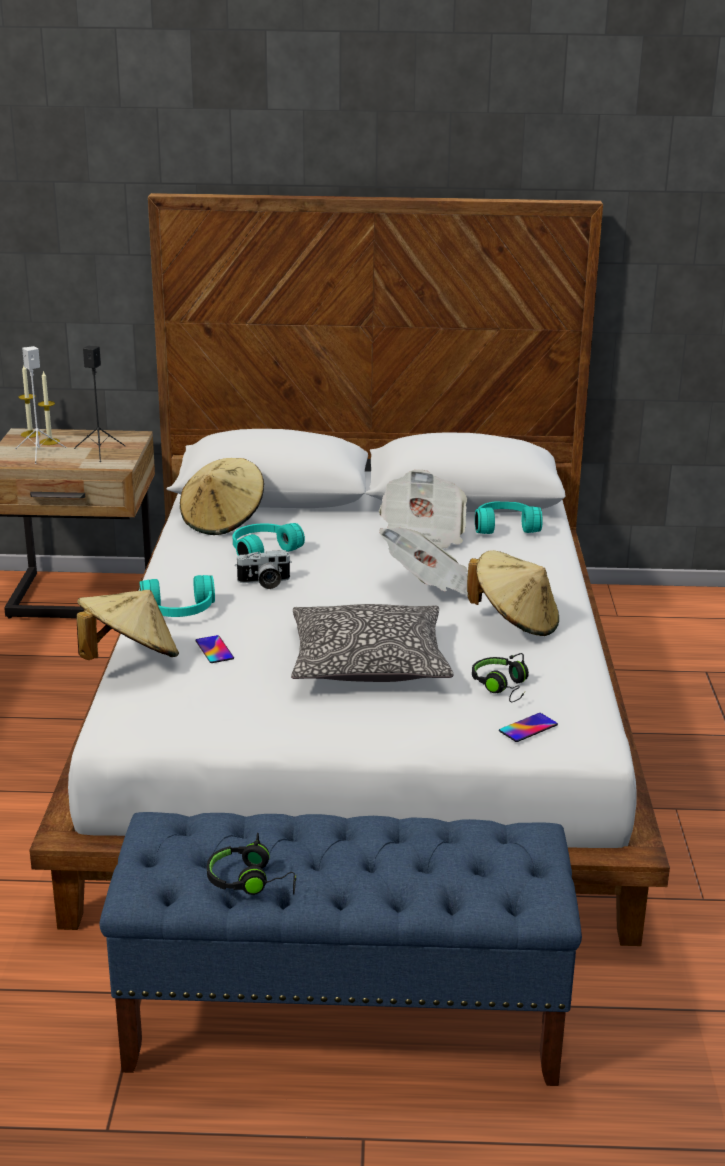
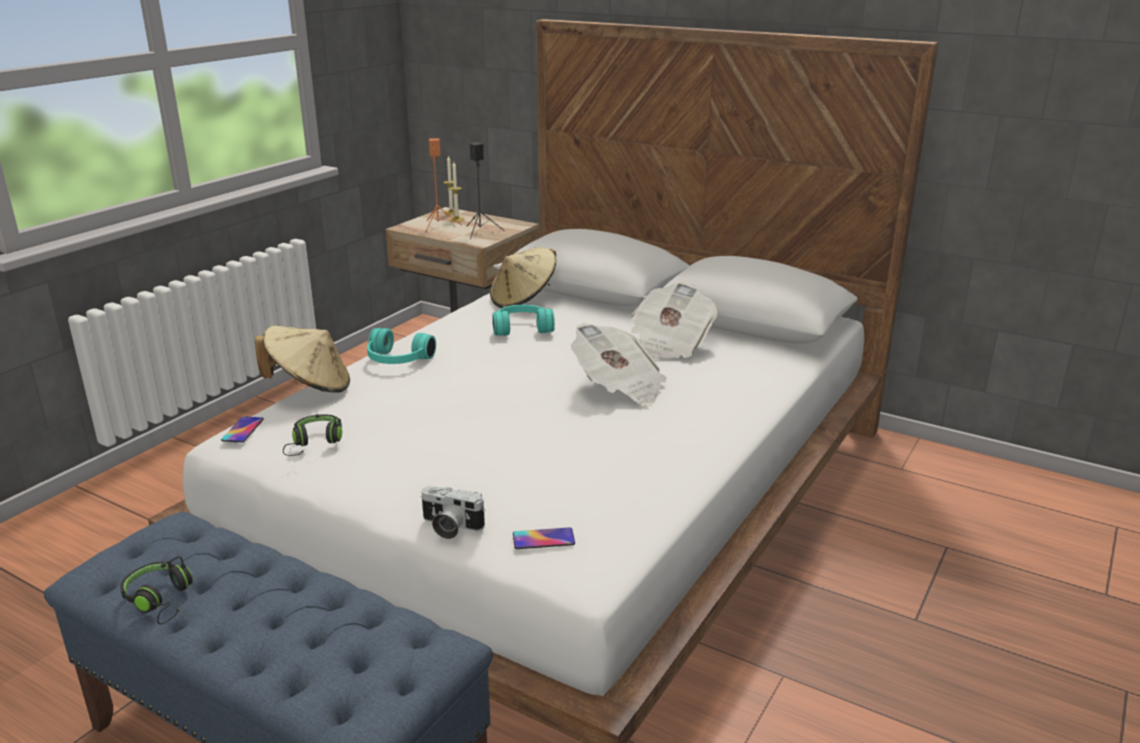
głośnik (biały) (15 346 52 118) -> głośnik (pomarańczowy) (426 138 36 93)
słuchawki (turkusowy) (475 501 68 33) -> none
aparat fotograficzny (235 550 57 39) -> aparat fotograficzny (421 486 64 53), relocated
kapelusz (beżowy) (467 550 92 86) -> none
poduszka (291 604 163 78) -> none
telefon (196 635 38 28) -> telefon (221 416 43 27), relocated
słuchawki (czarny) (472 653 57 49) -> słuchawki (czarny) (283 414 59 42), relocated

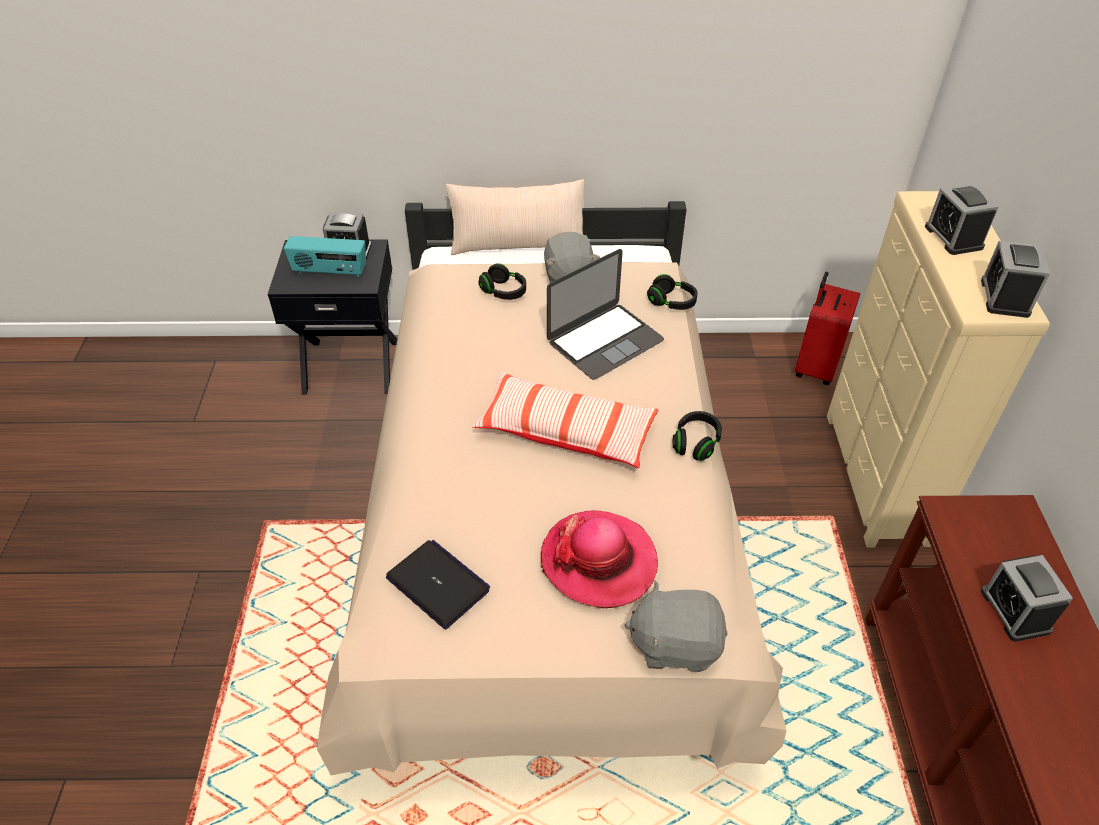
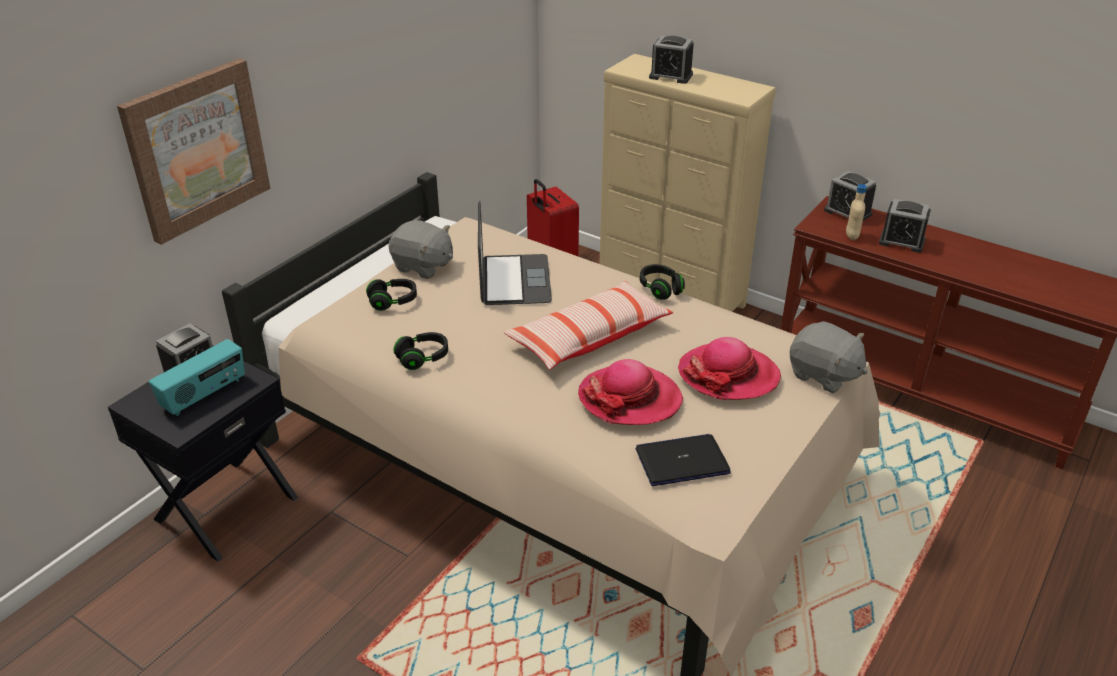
poduszka (beżowy) (446 179 138 76) -> none
budzik (981 241 69 77) -> budzik (824 171 52 50), relocated
słuchawki (czarny) (647 274 51 36) -> słuchawki (czarny) (393 332 55 38), relocated
pluszak (szary) (625 580 103 92) -> pluszak (szary) (790 321 78 72), 90 degrees counterclockwise
none -> obraz (117 59 153 186)
none -> butelka (beżowy) (846 184 21 56)
none -> kapelusz (578 359 105 66)

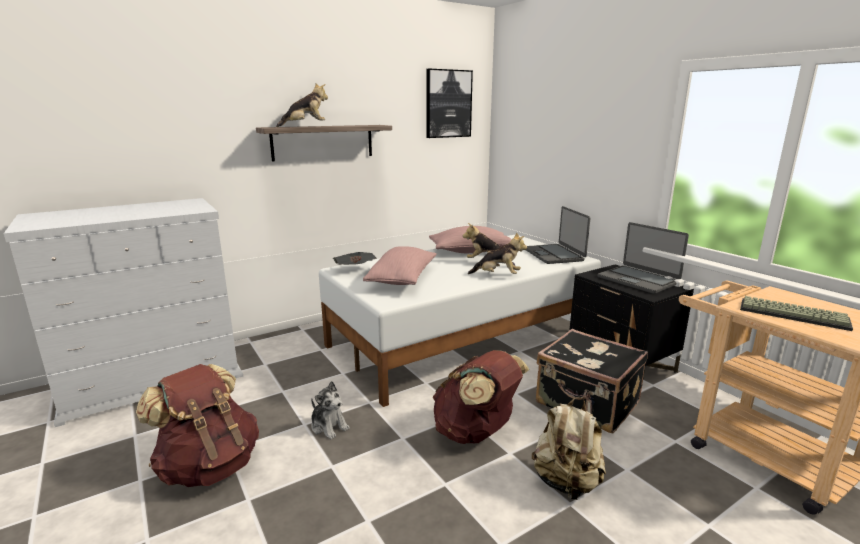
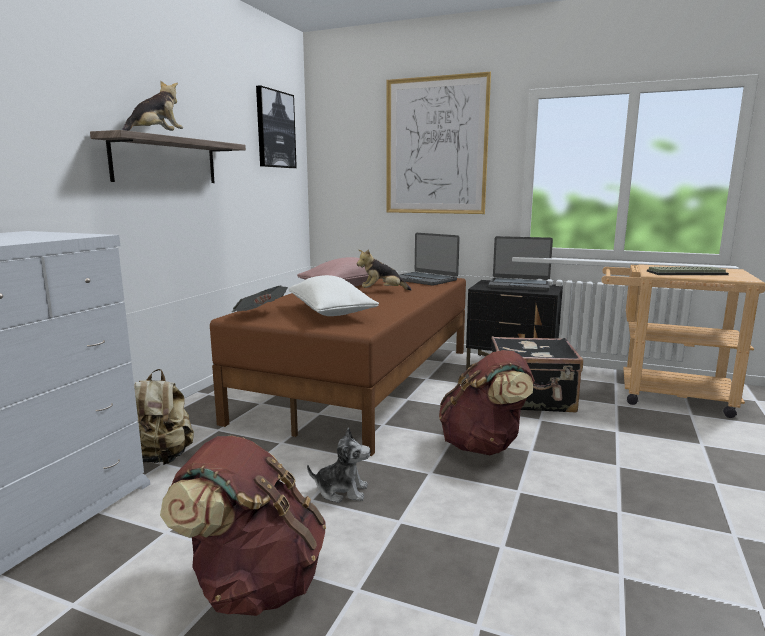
pluszak (468 232 59 42) -> none
łóżko (biały) (319 235 282 172) -> łóżko (brązowy) (210 274 256 182)
poduszka (różowy) (363 246 74 39) -> poduszka (biały) (288 275 91 41)
plecak (beżowy) (532 397 74 103) -> plecak (beżowy) (134 369 60 96), relocated
none -> obraz (386 72 105 142)

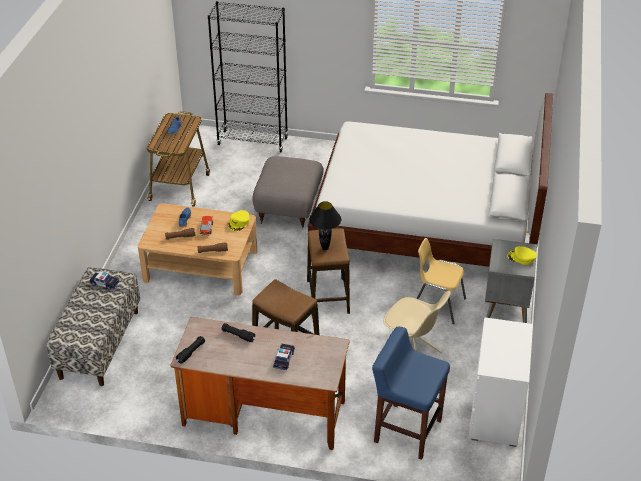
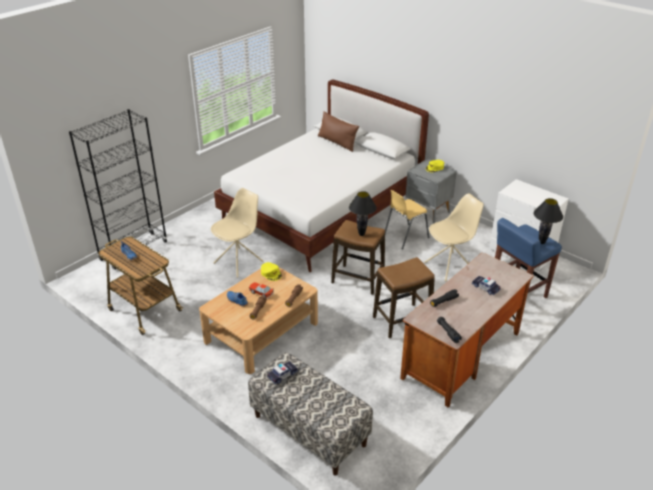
pufa (szary) (253 156 71 73) -> krzesło (beżowy) (211 188 52 90)
none -> poduszka (brązowy) (318 111 41 41)
none -> lampa stołowa (czarny) (534 198 29 46)

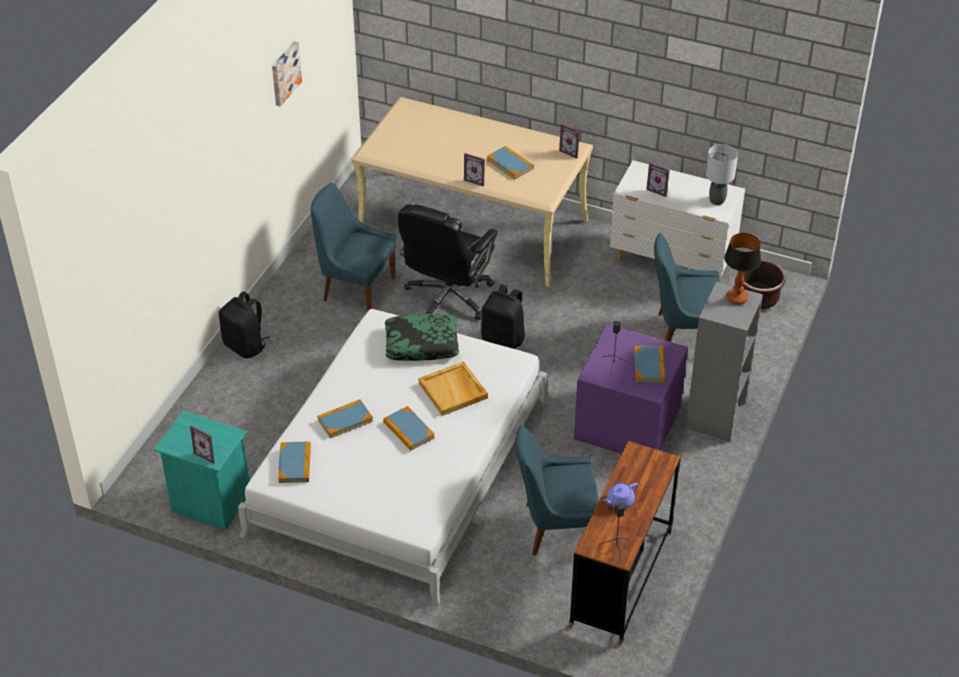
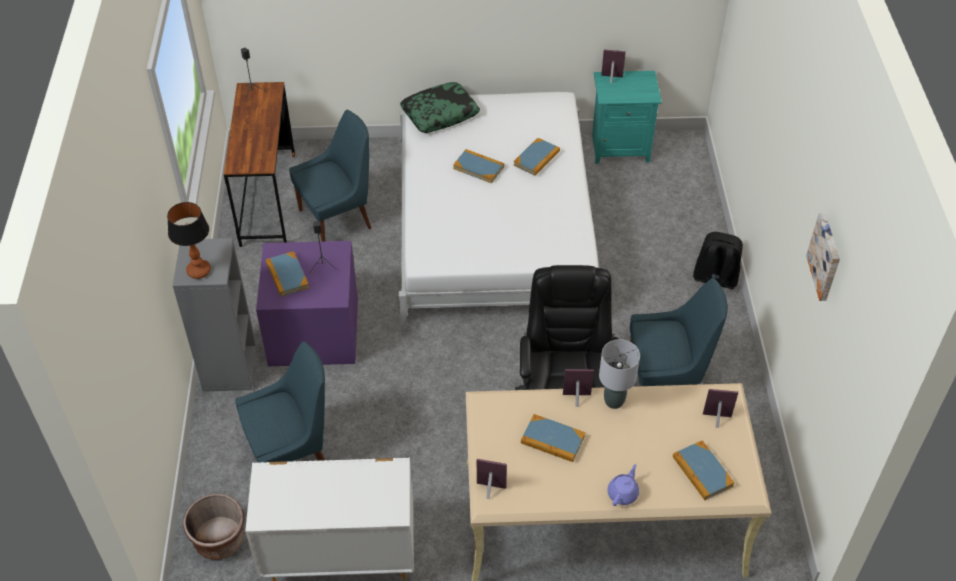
lampa stołowa (szary) (706 144 32 61) -> lampa stołowa (szary) (599 339 41 70), relocated
ramka na zdjęcie (646 163 24 34) -> ramka na zdjęcie (703 389 35 39), relocated
plecak (czarny) (481 284 44 65) -> none
poduszka (385 314 74 47) -> poduszka (400 82 80 51), relocated
taca (beżowy) (419 361 69 55) -> none
książka (278 441 33 42) -> książka (673 440 62 60), relocated
imbryk (fioletowy) (602 482 36 27) -> imbryk (fioletowy) (608 464 31 42), relocated

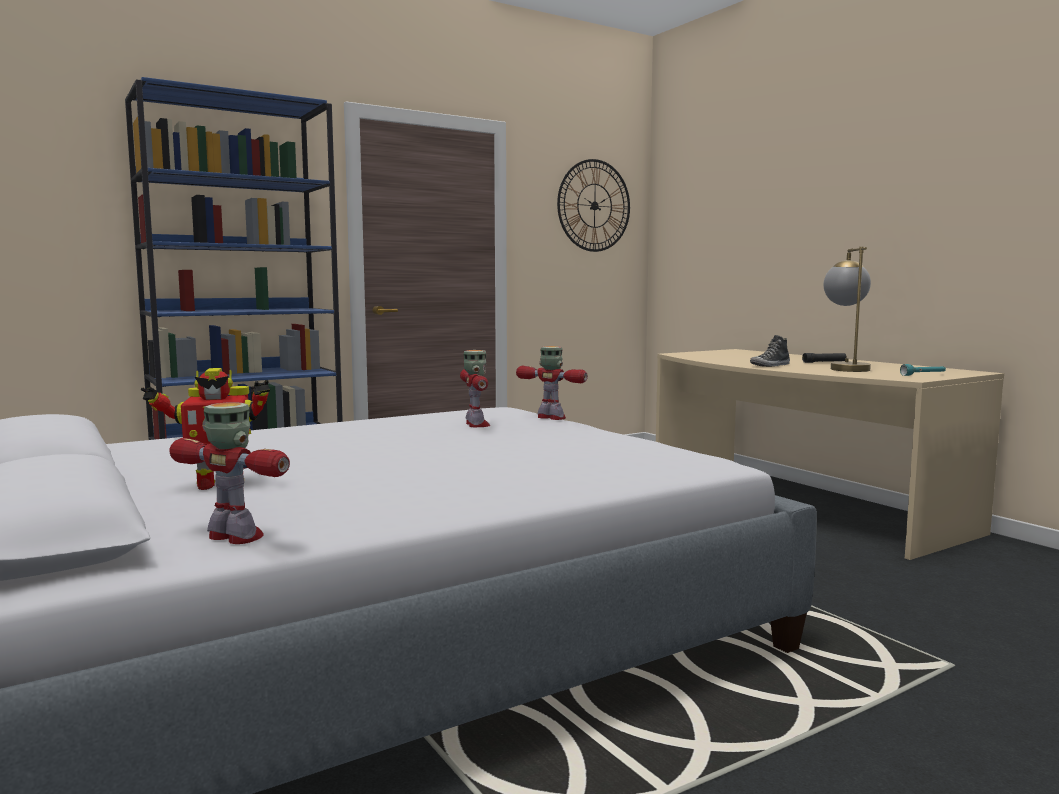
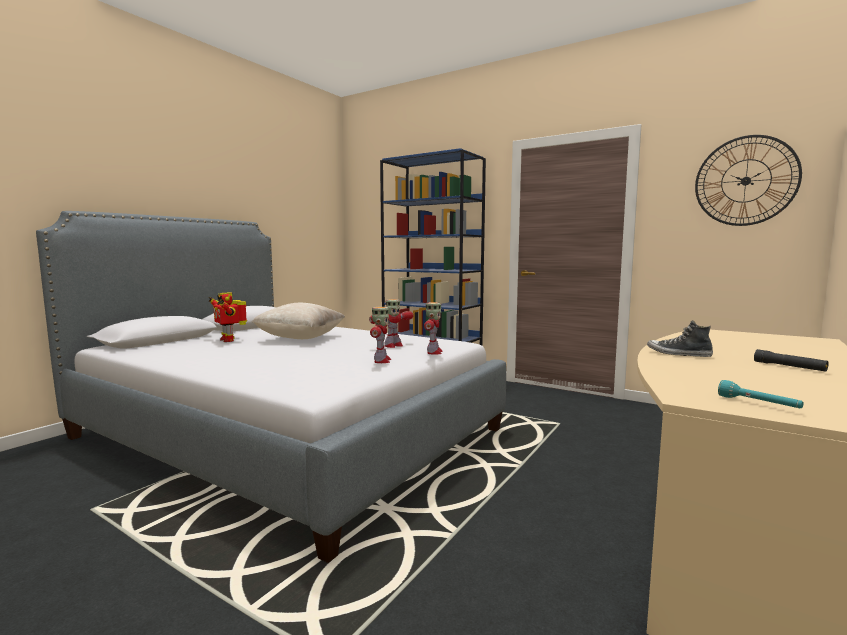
lampa stołowa (824 247 47 125) -> none
robot zabawkowy (169 402 121 142) -> robot zabawkowy (370 307 21 56), relocated
none -> poduszka (beżowy) (251 303 94 36)

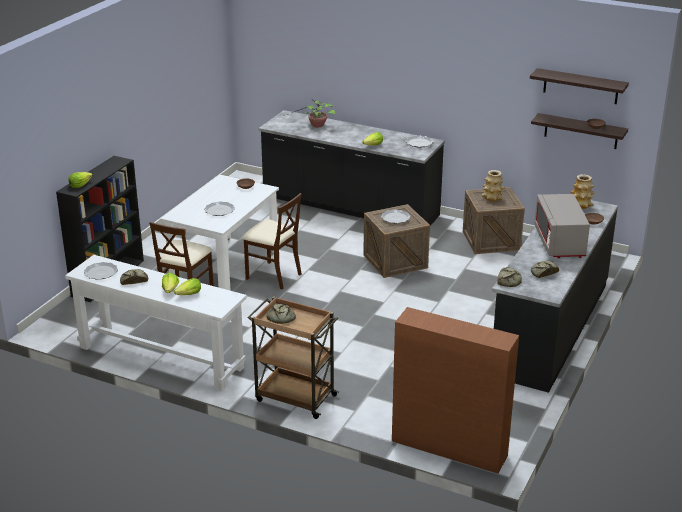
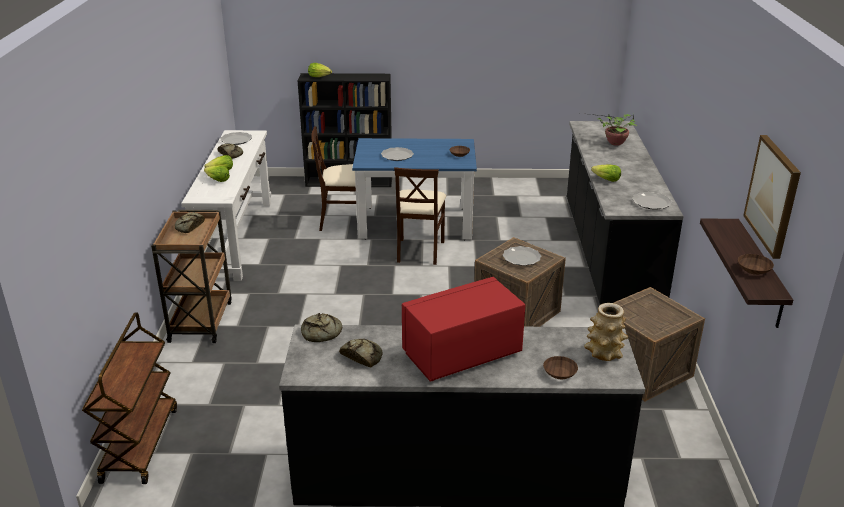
półka (530 68 99 36) -> obraz (743 135 58 124)
wazon (481 170 24 32) -> none
stół jadalny (biały) (161 175 118 116) -> stół jadalny (niebieski) (352 138 125 102)
mikrofalówka (szary) (534 194 56 64) -> mikrofalówka (czerwony) (402 277 123 105)
regał (brązowy) (392 307 127 167) -> wózek (brązowy) (82 312 95 172)

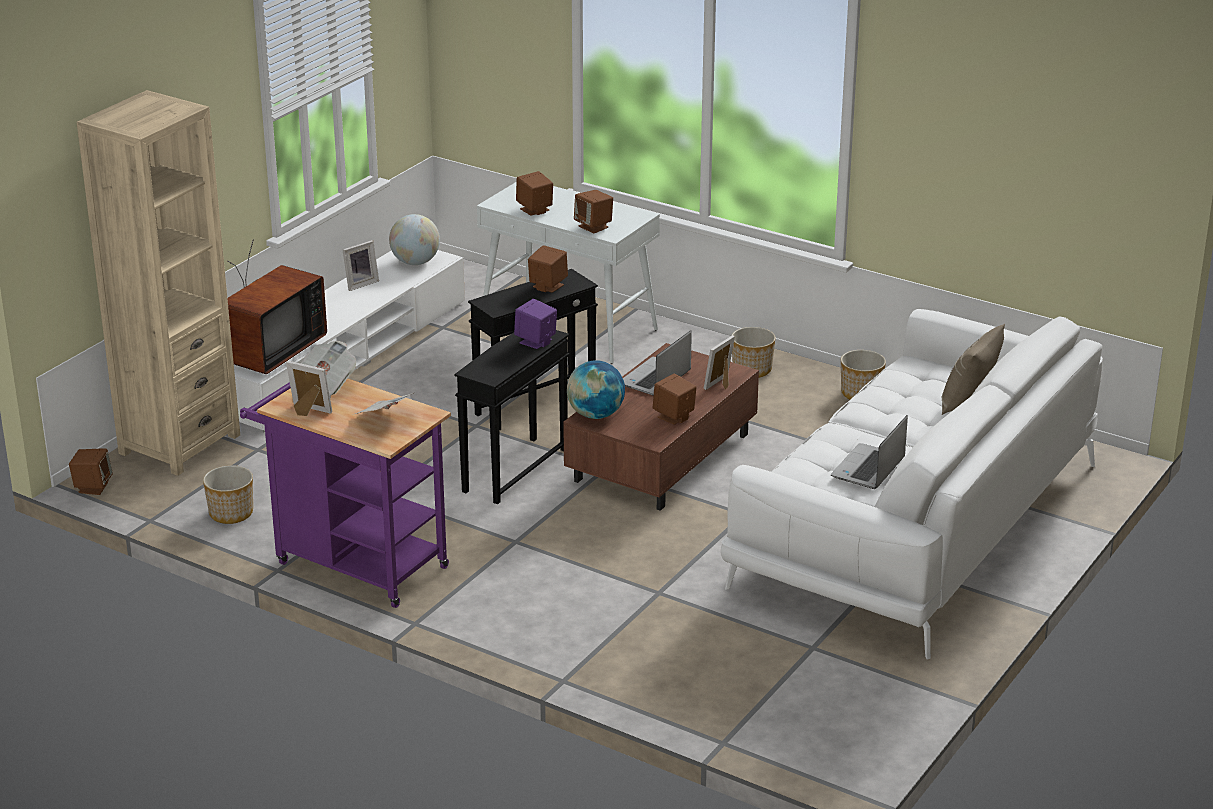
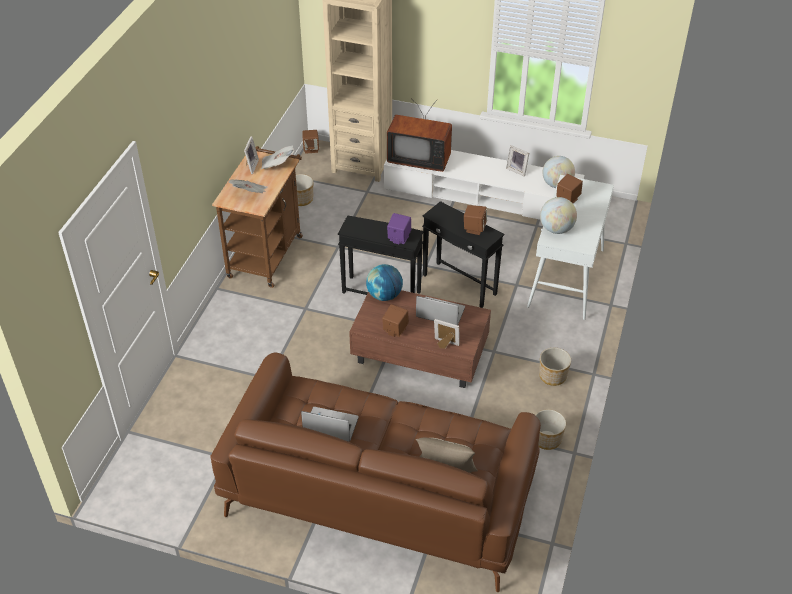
głośnik (brązowy) (574 190 39 43) -> globus (540 197 37 37)
kanapa (biały) (721 309 382 350) -> kanapa (brązowy) (210 352 331 240)
wózek (fioletowy) (240 379 211 229) -> wózek (brązowy) (212 146 91 142)

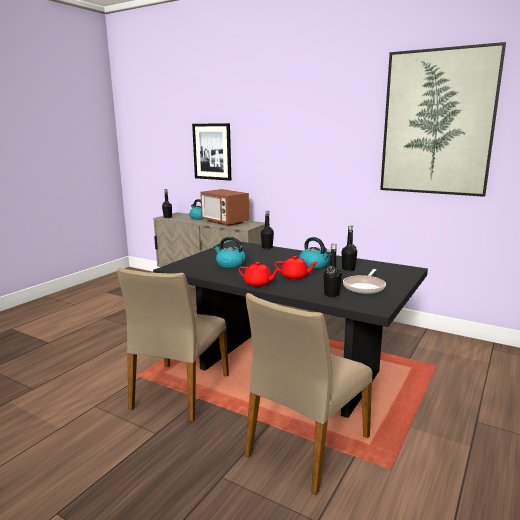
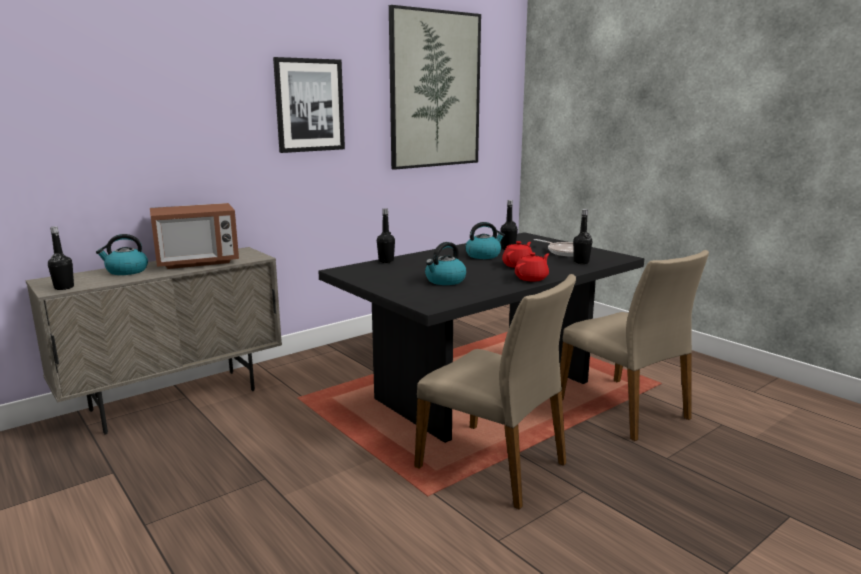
obraz (192 123 39 58) -> obraz (273 57 72 96), relocated

